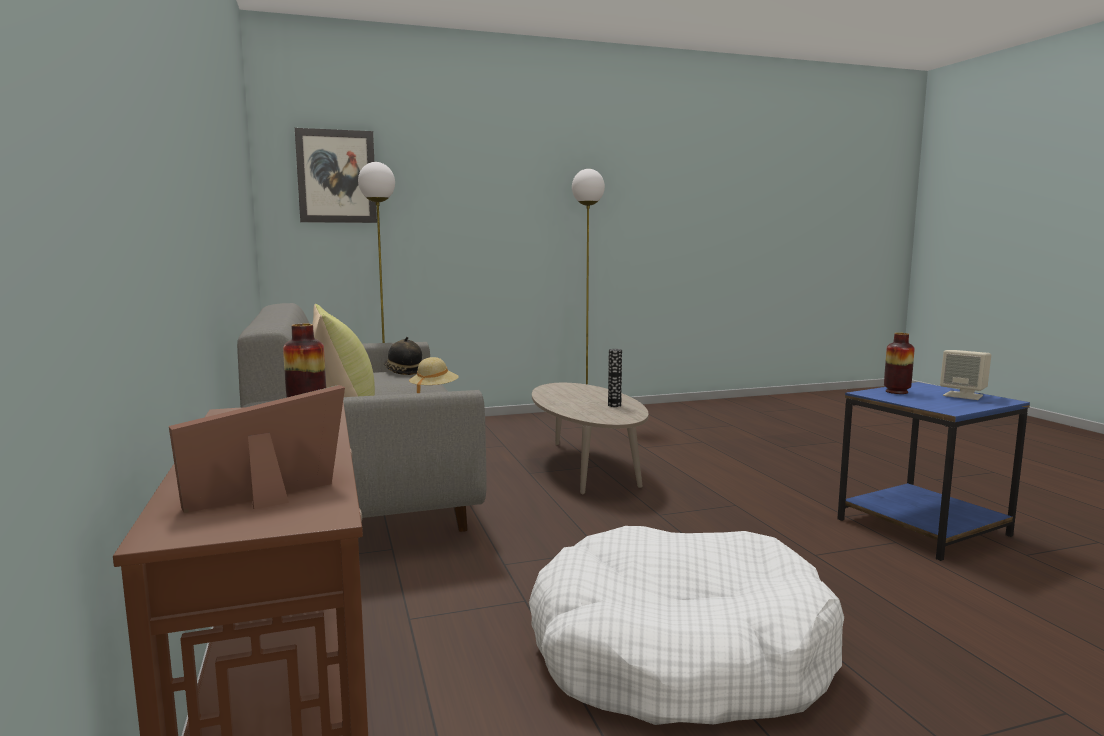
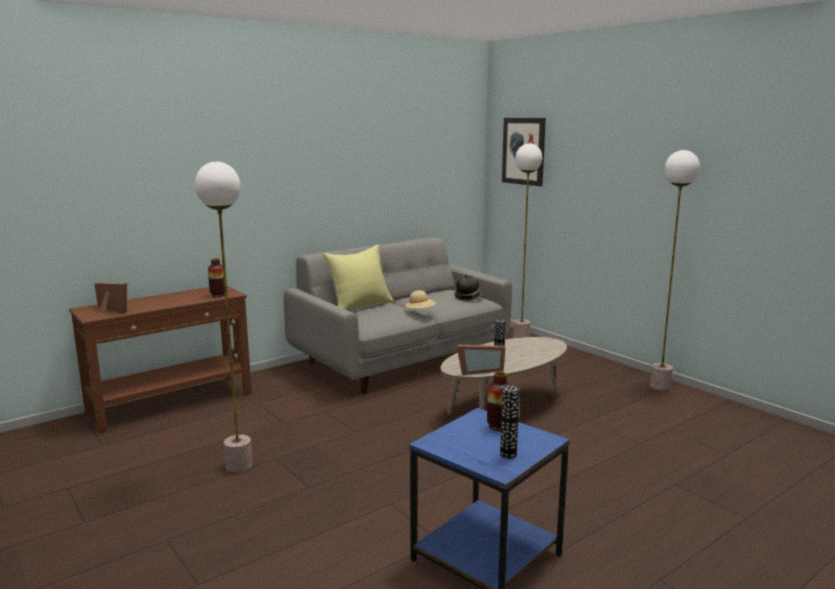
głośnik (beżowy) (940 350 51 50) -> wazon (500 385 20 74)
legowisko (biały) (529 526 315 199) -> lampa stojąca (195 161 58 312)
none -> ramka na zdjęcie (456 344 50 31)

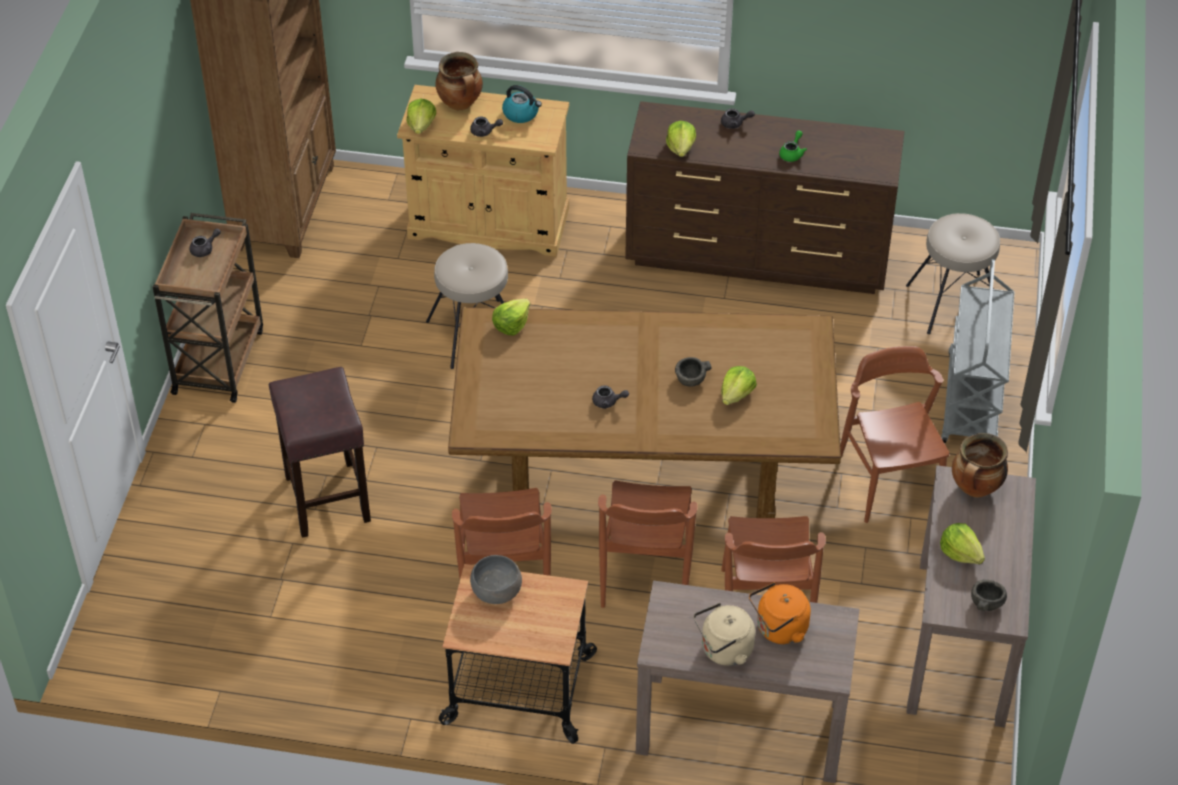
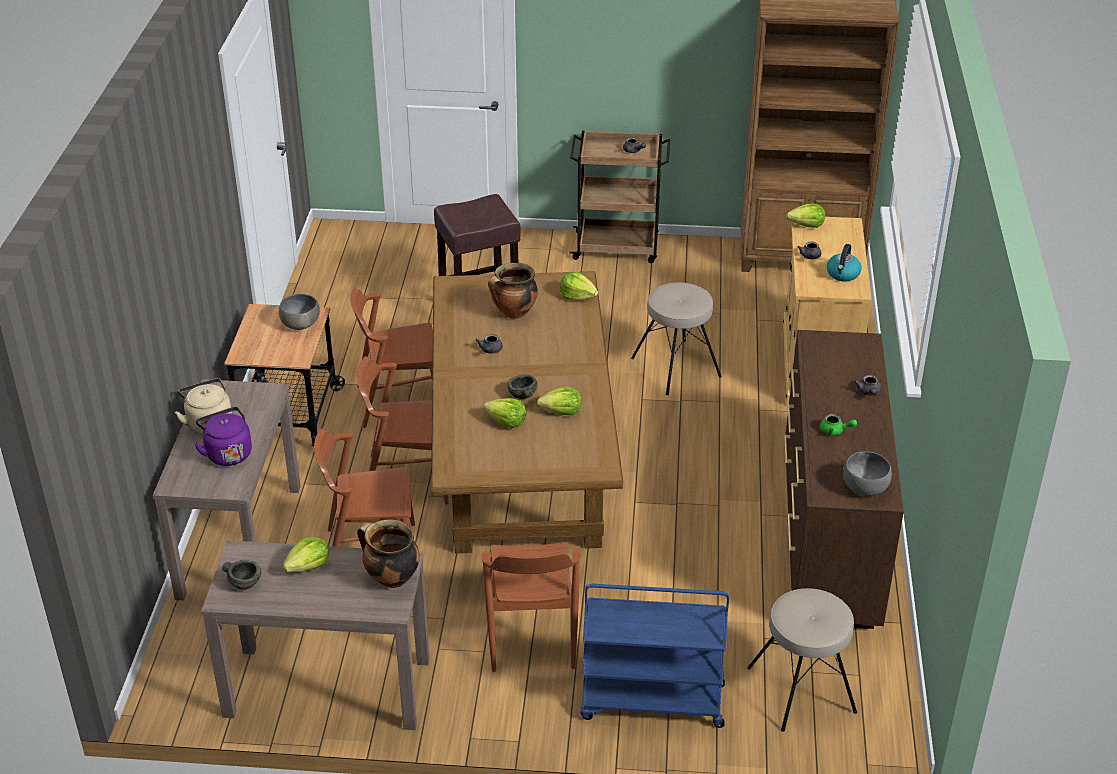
garnek (435 52 48 59) -> garnek (488 263 50 55), relocated
sałata (666 121 30 36) -> sałata (537 387 44 28), relocated
wózek (szary) (941 259 74 184) -> wózek (niebieski) (580 584 149 144)
krzesło (brązowy) (840 346 109 177) -> krzesło (brązowy) (482 542 99 130), 105 degrees clockwise
czajnik (pomarańczowy) (749 582 62 62) -> czajnik (fioletowy) (194 407 58 59)
none -> miska (szary) (843 451 49 45)

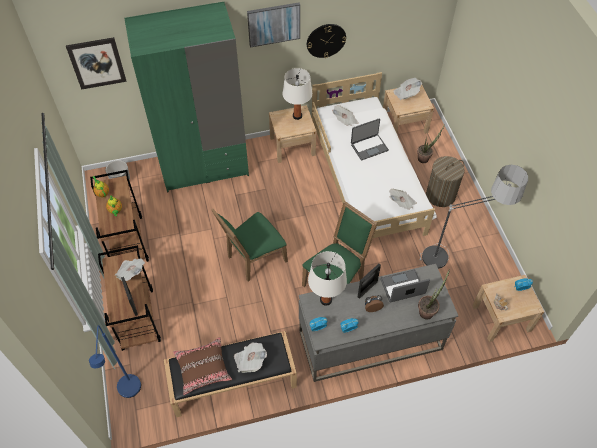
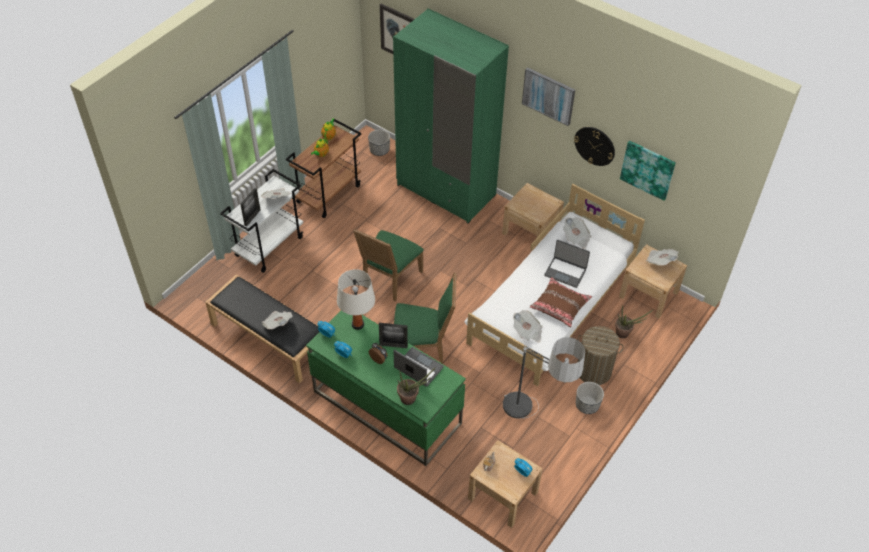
lampa stołowa (biały) (283 68 29 52) -> none
krzesło (zielony) (211 209 77 72) -> krzesło (zielony) (353 229 71 72), 75 degrees counterclockwise
wózek (brązowy) (98 245 63 106) -> wózek (biały) (220 169 83 104)
biurko (szary) (299 264 159 118) -> biurko (zielony) (306 311 160 155)
lampa stojąca (niebieski) (89 325 52 73) -> none
poduszka (brązowy) (173 337 59 58) -> poduszka (brązowy) (530 277 62 50), relocated
none -> obraz (620 140 56 61)
none -> donica (576 382 28 32)

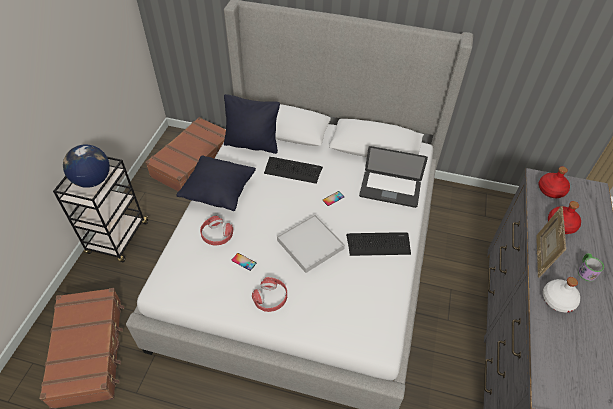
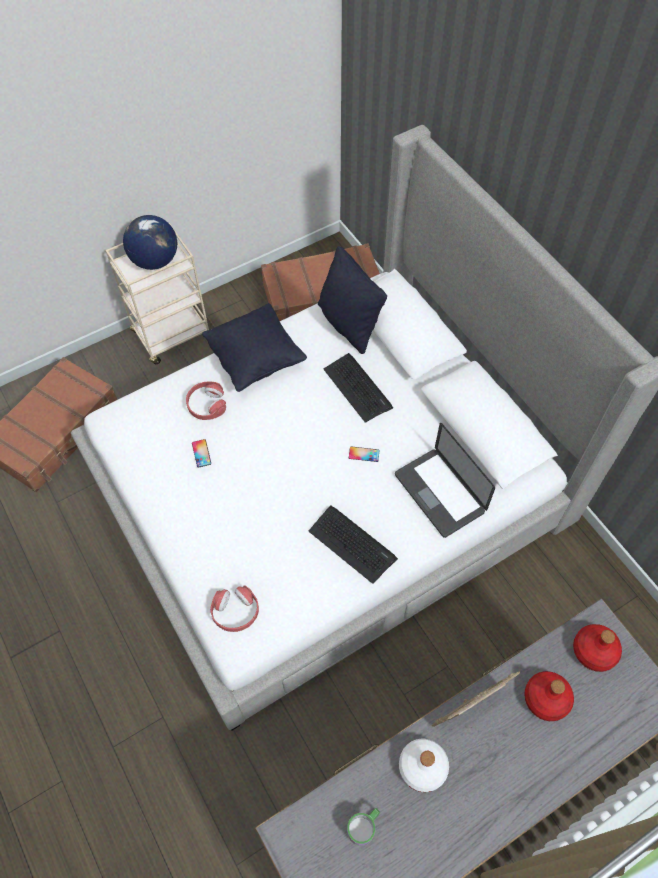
wózek (czarny) (53 157 95 105) -> wózek (beżowy) (105 223 104 141)
taca (biały) (277 214 68 59) -> none
kubek (578 253 26 28) -> kubek (347 808 33 38), relocated
słuchawki (czerwony) (252 277 35 35) -> słuchawki (czerwony) (210 586 49 46), relocated

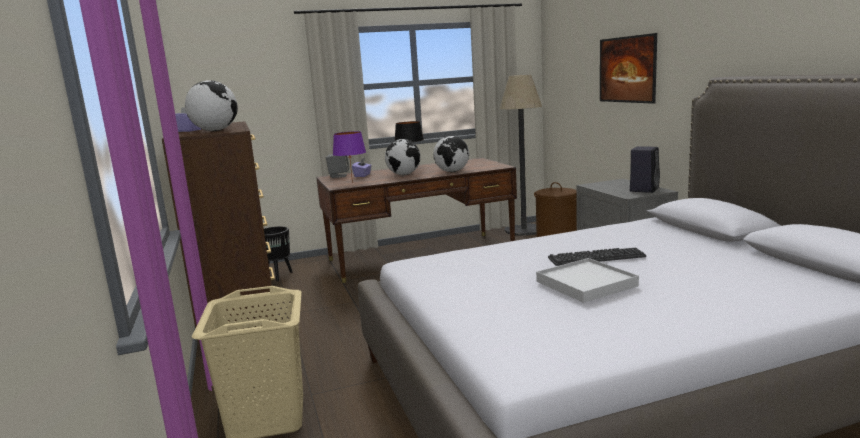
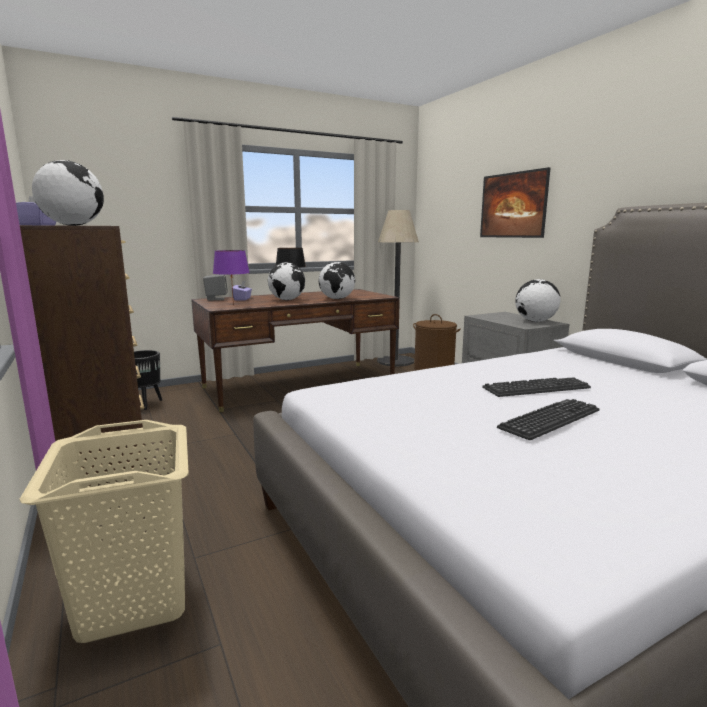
głośnik (czarny) (630 146 30 47) -> globus (515 279 45 43)
taca (biały) (536 258 103 45) -> klawiatura (497 399 102 41)

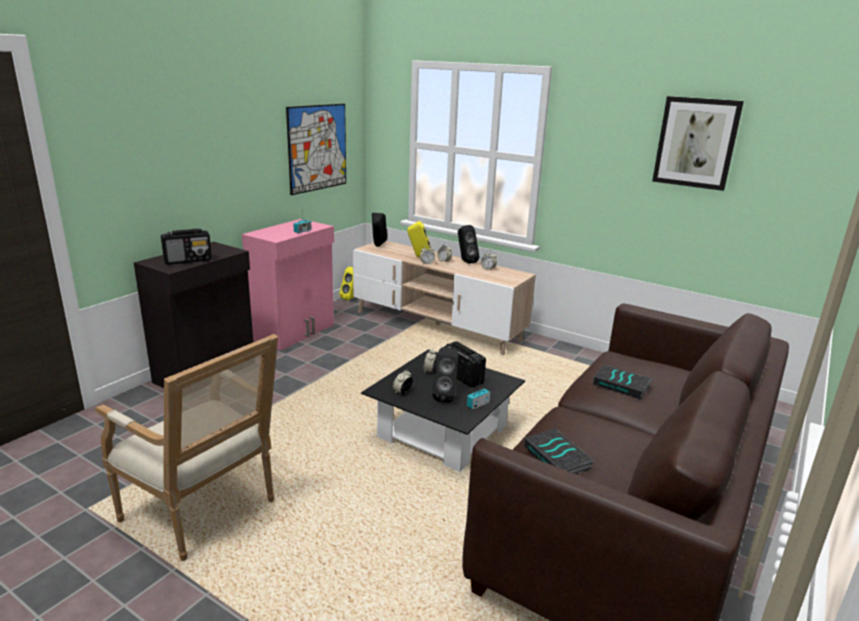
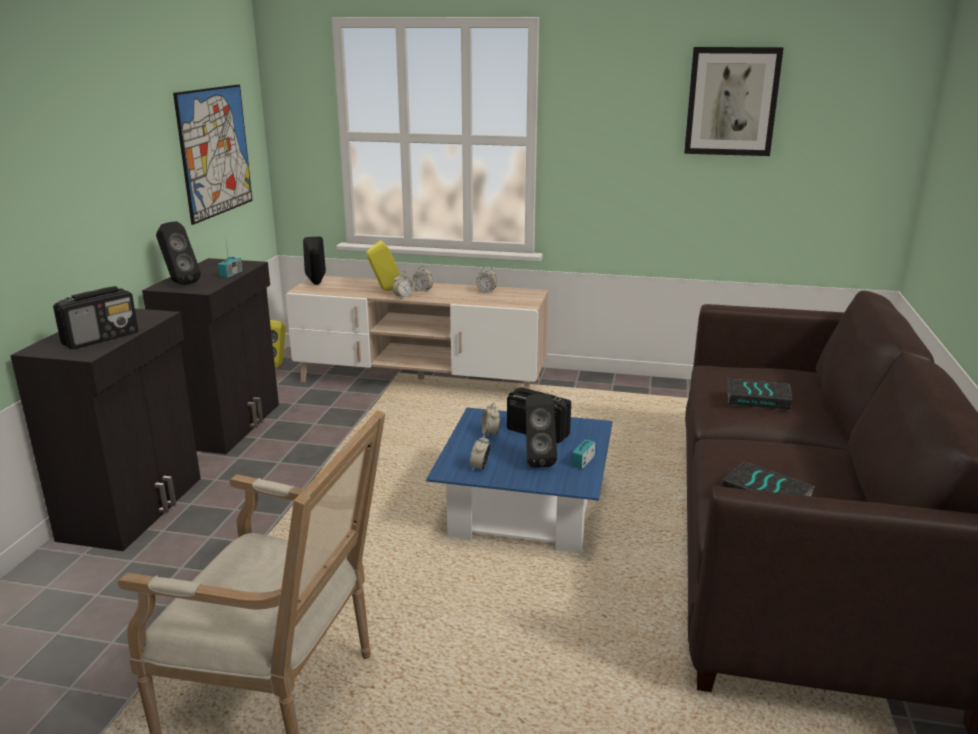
szafka (różowy) (242 219 92 132) -> szafka (czarny) (142 258 137 196)
głośnik (czarny) (458 225 21 39) -> głośnik (czarny) (156 221 45 64), relocated
ława (czarny) (361 349 164 123) -> ława (niebieski) (426 408 187 146)

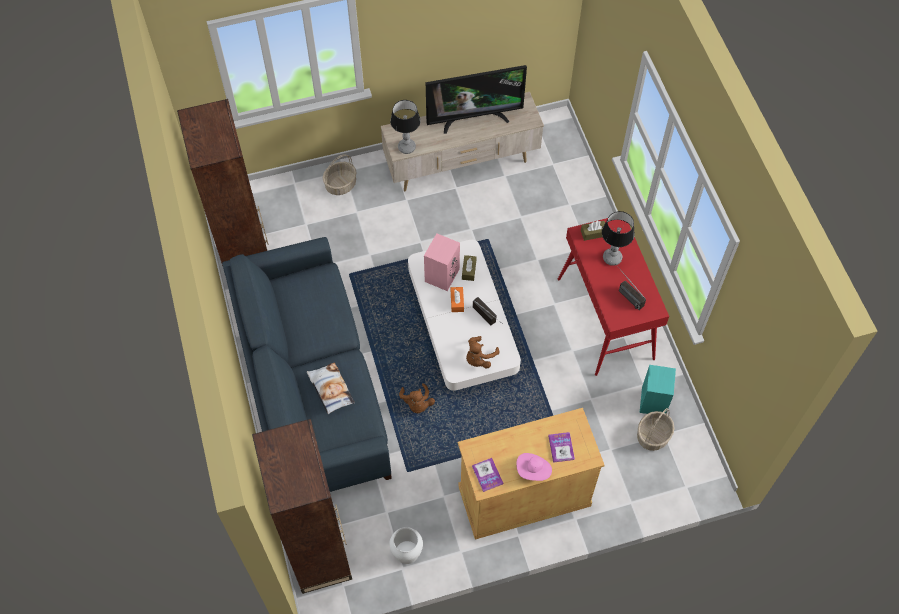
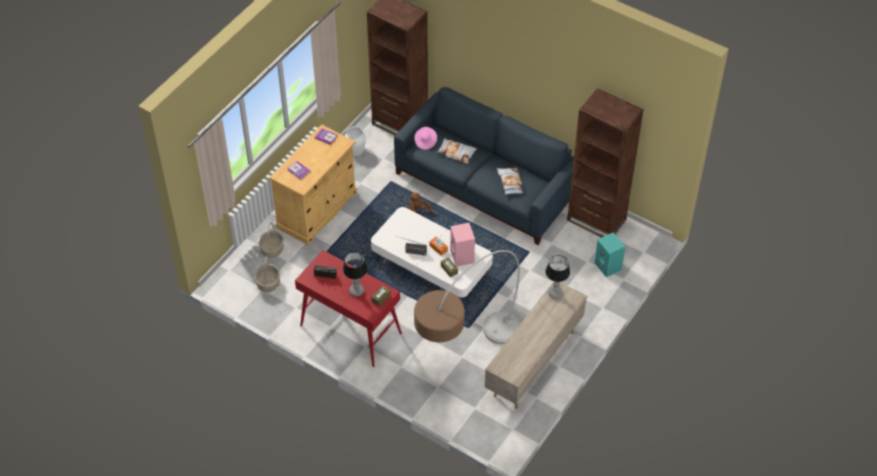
telewizor (426 65 101 69) -> none
koszyk (323 154 34 41) -> koszyk (259 222 25 36), relocated
pluszak (brązowy) (466 336 33 32) -> none
głośnik (turkusowy) (639 365 37 49) -> głośnik (turkusowy) (594 233 31 44), relocated
kapelusz (różowy) (516 453 36 28) -> kapelusz (różowy) (414 127 23 23), relocated
none -> poduszka (497 168 28 27)
none -> lampa stojąca (414 250 106 94)

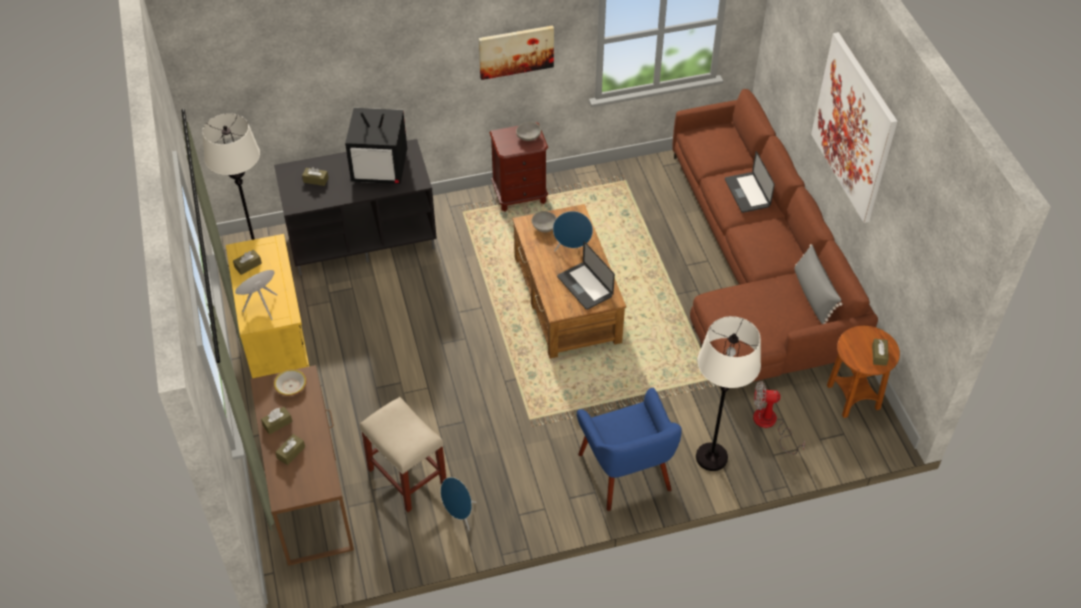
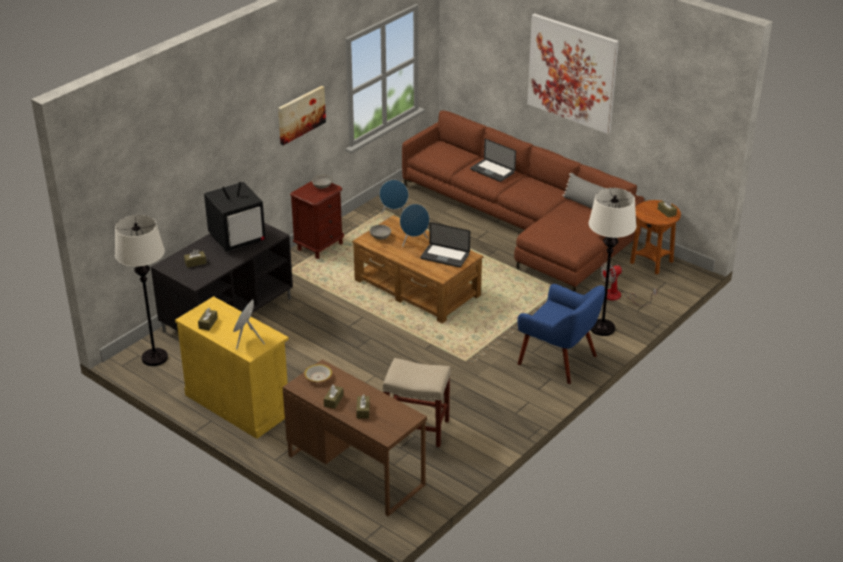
głośnik (niebieski) (441 477 35 54) -> głośnik (niebieski) (379 180 30 34), relocated

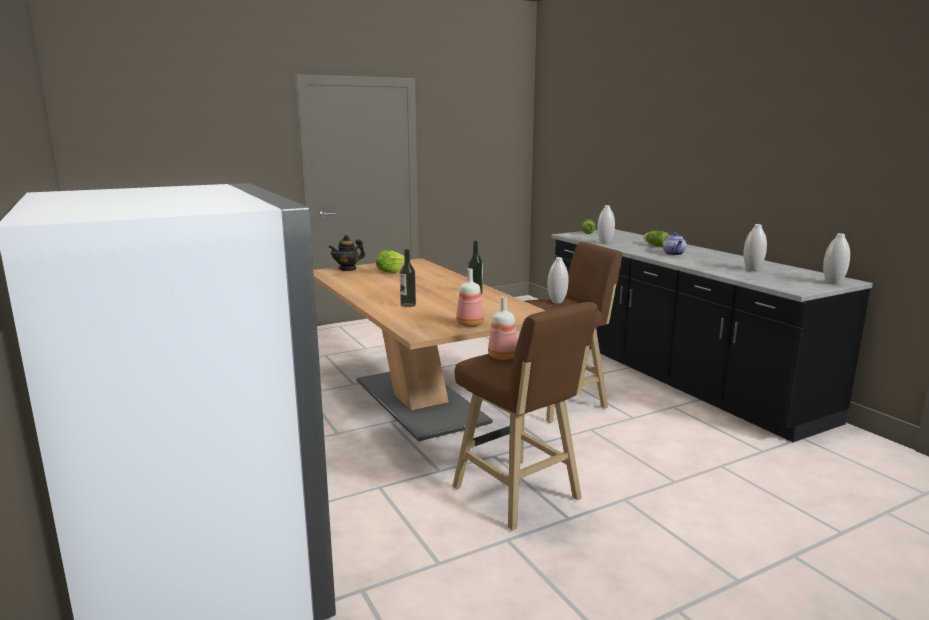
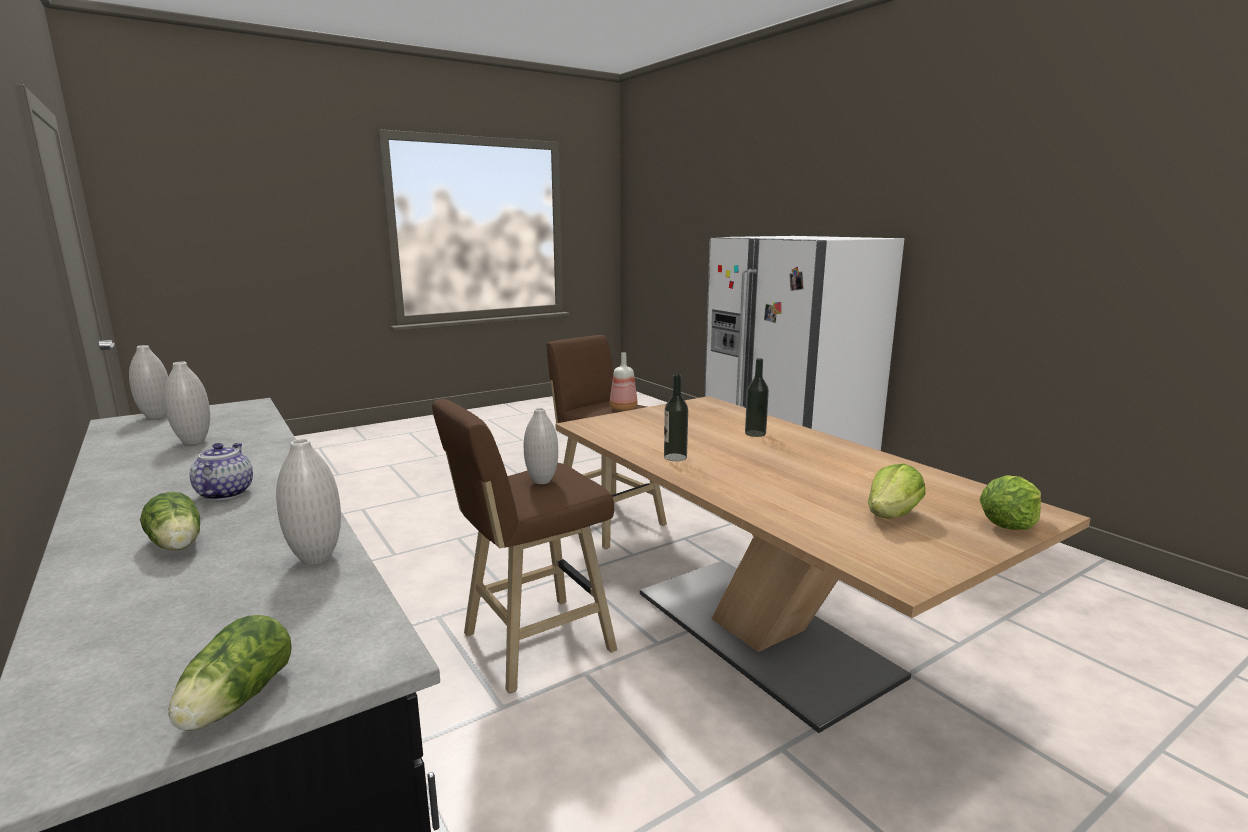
imbryk (329 234 36 37) -> sałata (979 475 62 55)
butelka (456 268 28 59) -> none

